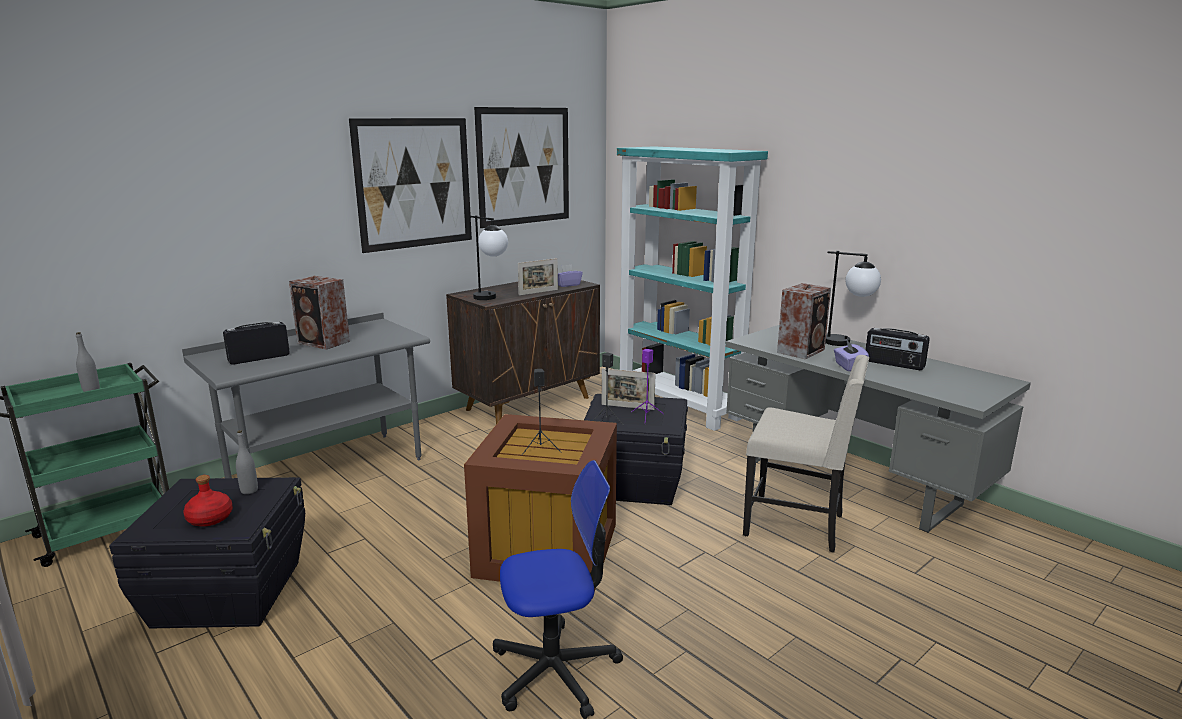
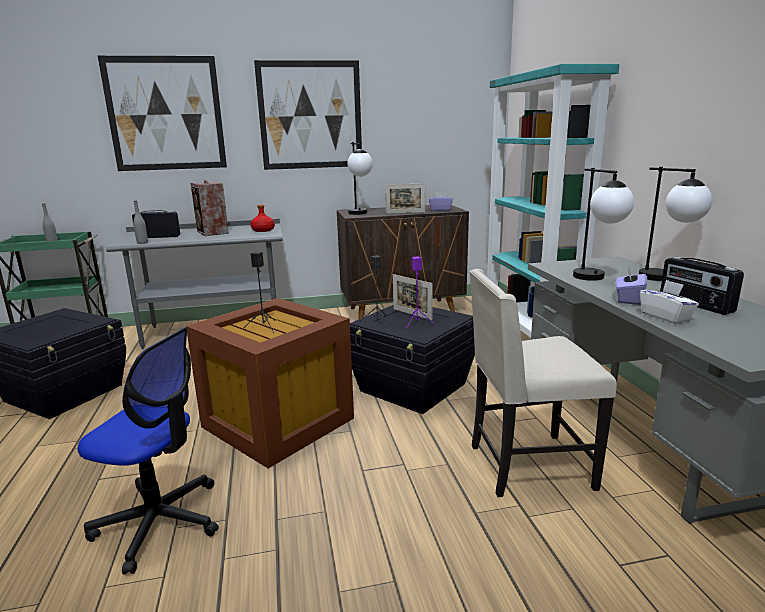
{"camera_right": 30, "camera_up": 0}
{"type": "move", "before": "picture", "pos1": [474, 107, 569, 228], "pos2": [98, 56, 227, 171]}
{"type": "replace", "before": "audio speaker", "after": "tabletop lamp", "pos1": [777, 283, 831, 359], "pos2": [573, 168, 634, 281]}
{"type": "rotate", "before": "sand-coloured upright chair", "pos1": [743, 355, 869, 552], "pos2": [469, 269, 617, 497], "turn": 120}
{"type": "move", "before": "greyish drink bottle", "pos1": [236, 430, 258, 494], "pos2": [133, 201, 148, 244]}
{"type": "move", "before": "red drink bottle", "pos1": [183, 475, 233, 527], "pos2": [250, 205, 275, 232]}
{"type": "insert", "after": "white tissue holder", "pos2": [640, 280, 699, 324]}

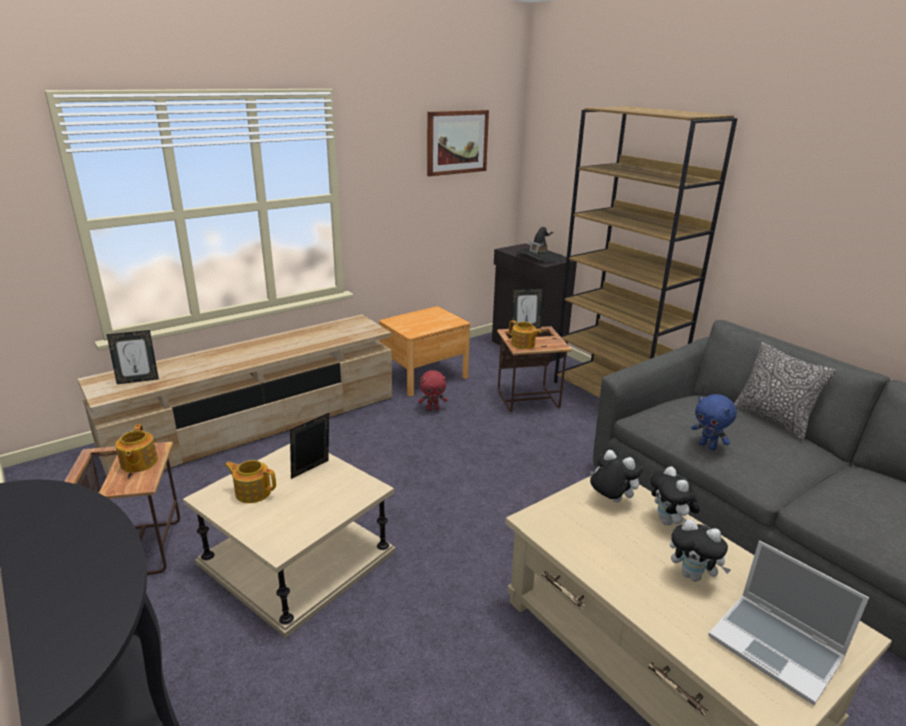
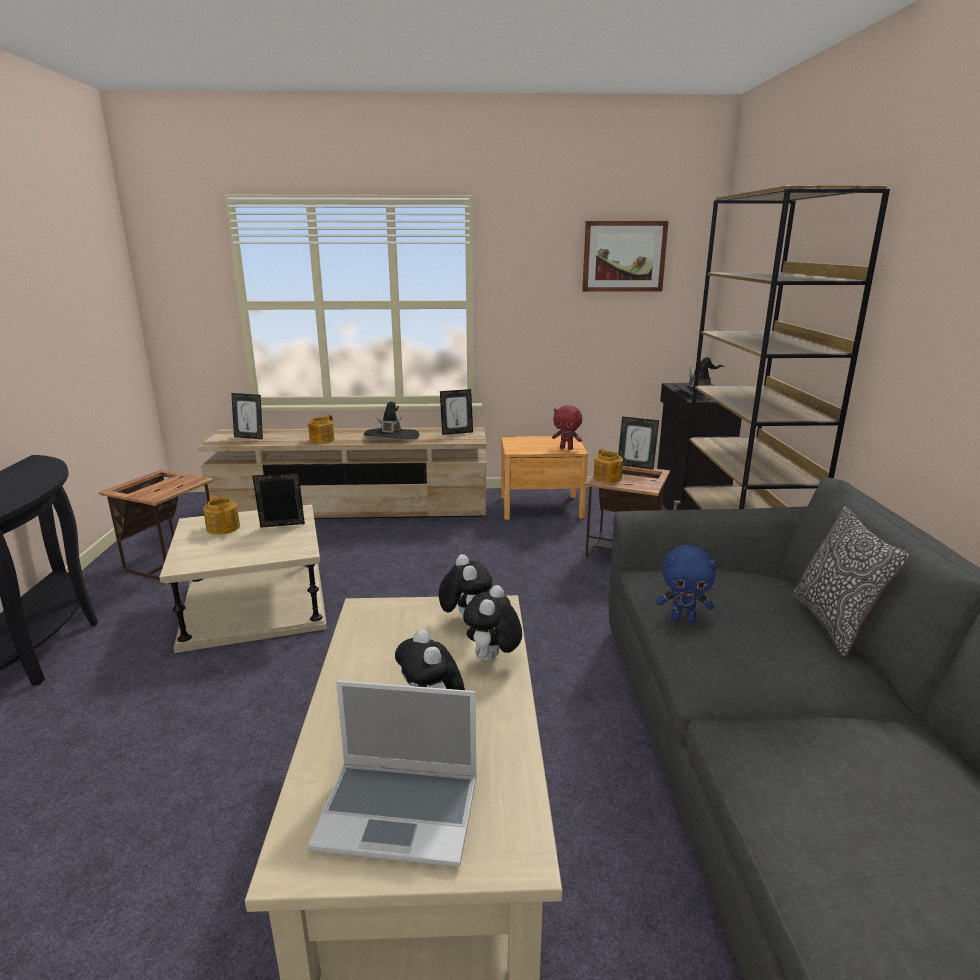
{"camera_right": 35, "camera_up": -5}
{"type": "move", "before": "red plush toy", "pos1": [418, 370, 447, 411], "pos2": [552, 405, 582, 450]}
{"type": "rotate", "before": "bluish plush toy", "pos1": [691, 394, 737, 450], "pos2": [656, 545, 717, 623], "turn": -75}
{"type": "move", "before": "pot for tea", "pos1": [115, 424, 158, 472], "pos2": [308, 415, 335, 444]}
{"type": "rotate", "before": "notebook computer", "pos1": [708, 541, 869, 705], "pos2": [308, 680, 477, 867], "turn": -75}
{"type": "insert", "after": "picture frame", "pos2": [440, 389, 473, 435]}
{"type": "insert", "after": "blackish wearable hat", "pos2": [363, 401, 419, 440]}

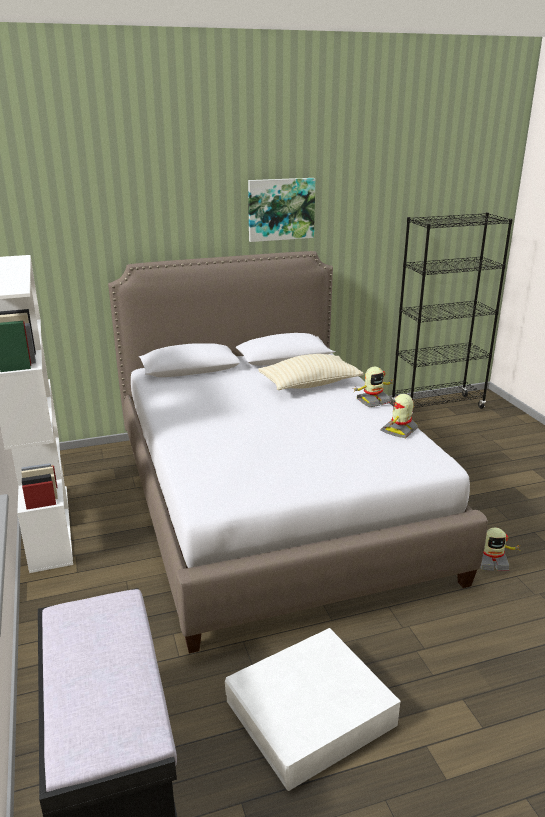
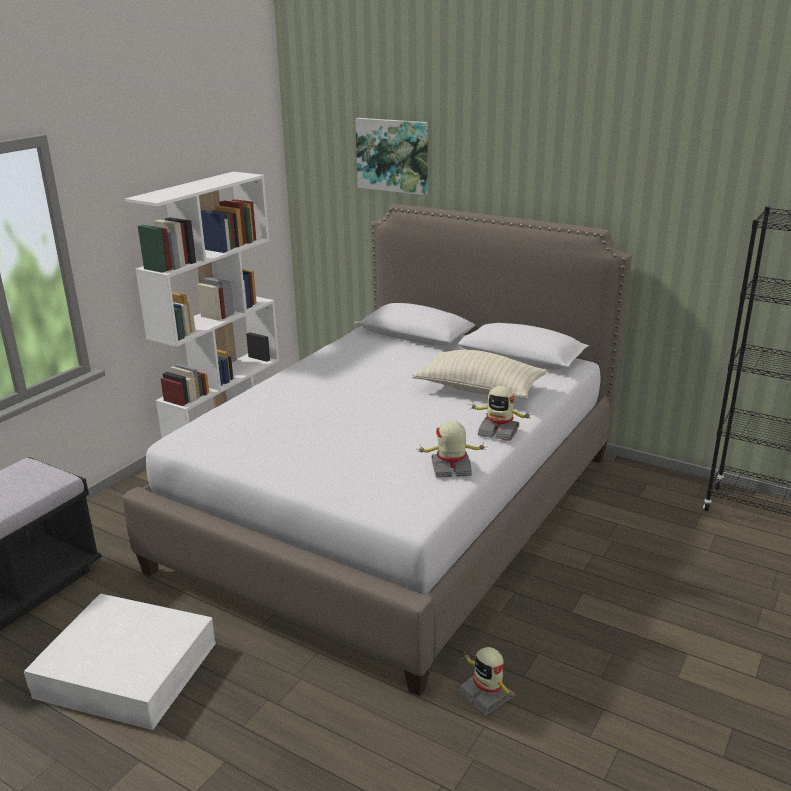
{"camera_right": 50, "camera_up": 0}
{"type": "move", "before": "picture", "pos1": [248, 178, 316, 242], "pos2": [355, 118, 428, 195]}

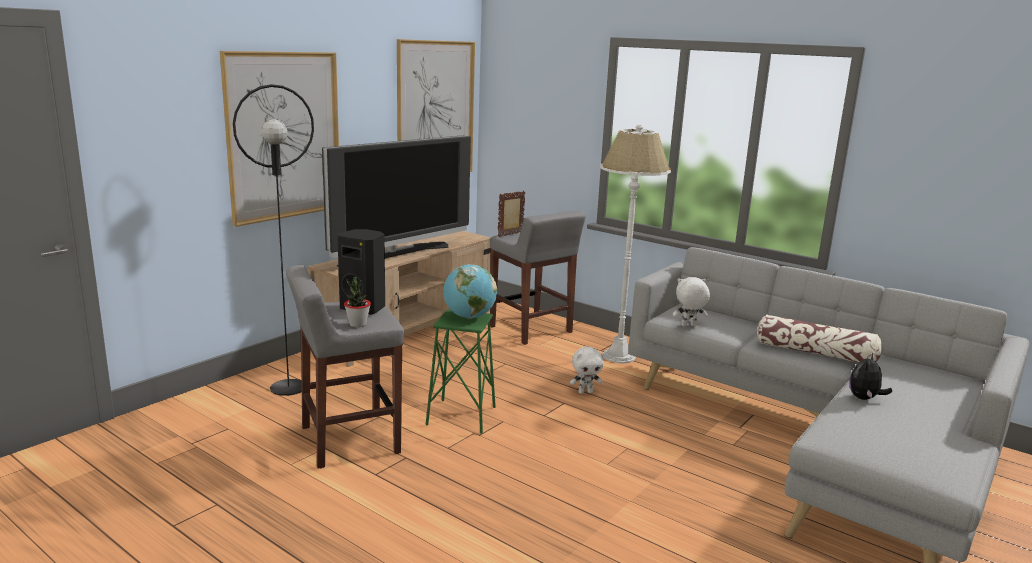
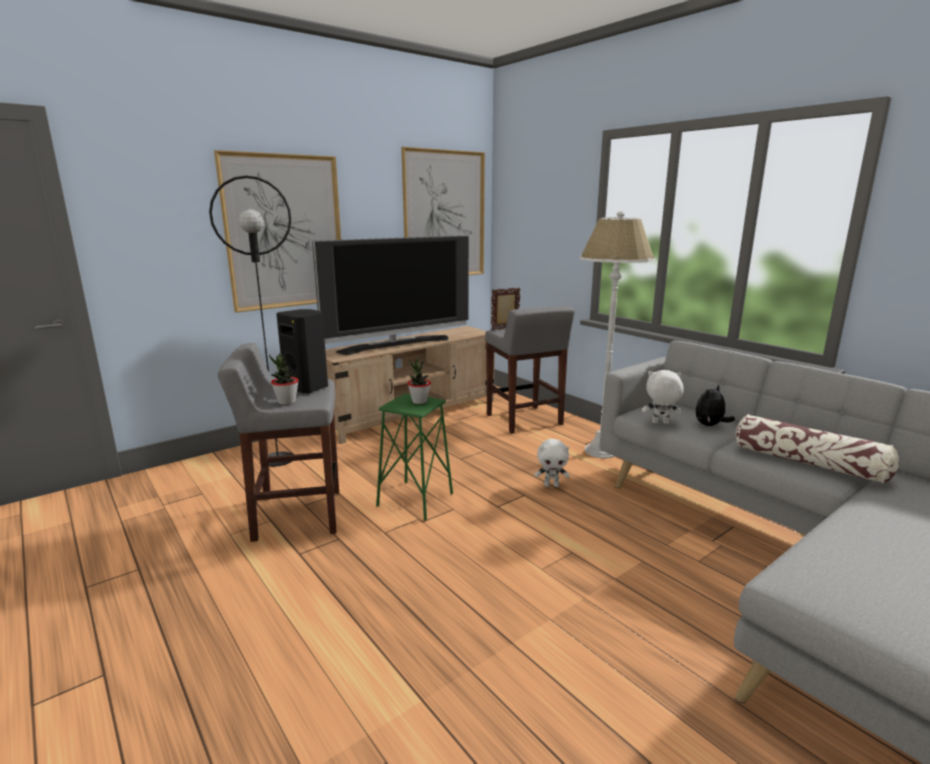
{"camera_right": 15, "camera_up": 0}
{"type": "replace", "before": "desk globe", "after": "plant in a pot", "pos1": [443, 264, 497, 319], "pos2": [408, 359, 431, 404]}
{"type": "move", "before": "plush toy", "pos1": [849, 353, 892, 400], "pos2": [696, 384, 735, 426]}

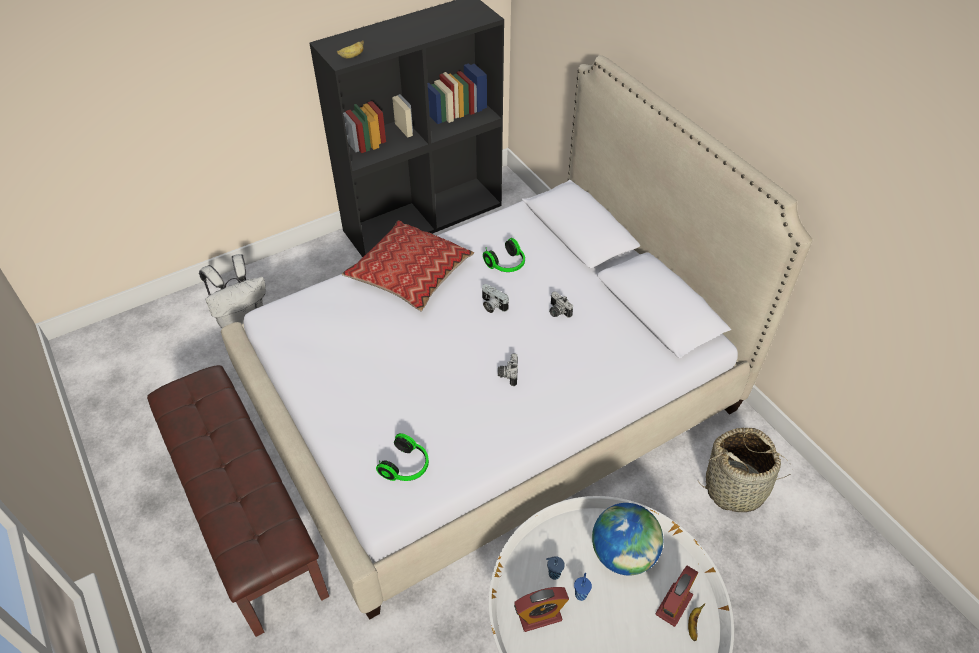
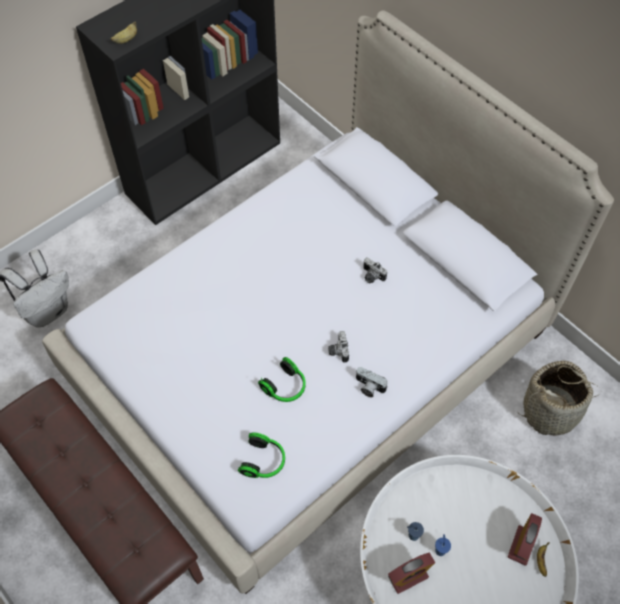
{"camera_right": -10, "camera_up": 10}
{"type": "delete", "before": "throw pillow", "pos1": [342, 220, 474, 312]}
{"type": "move", "before": "pair of headphones", "pos1": [483, 238, 525, 272], "pos2": [258, 357, 306, 402]}
{"type": "move", "before": "still camera", "pos1": [482, 284, 509, 313], "pos2": [356, 367, 388, 397]}
{"type": "delete", "before": "desk globe", "pos1": [592, 503, 663, 575]}

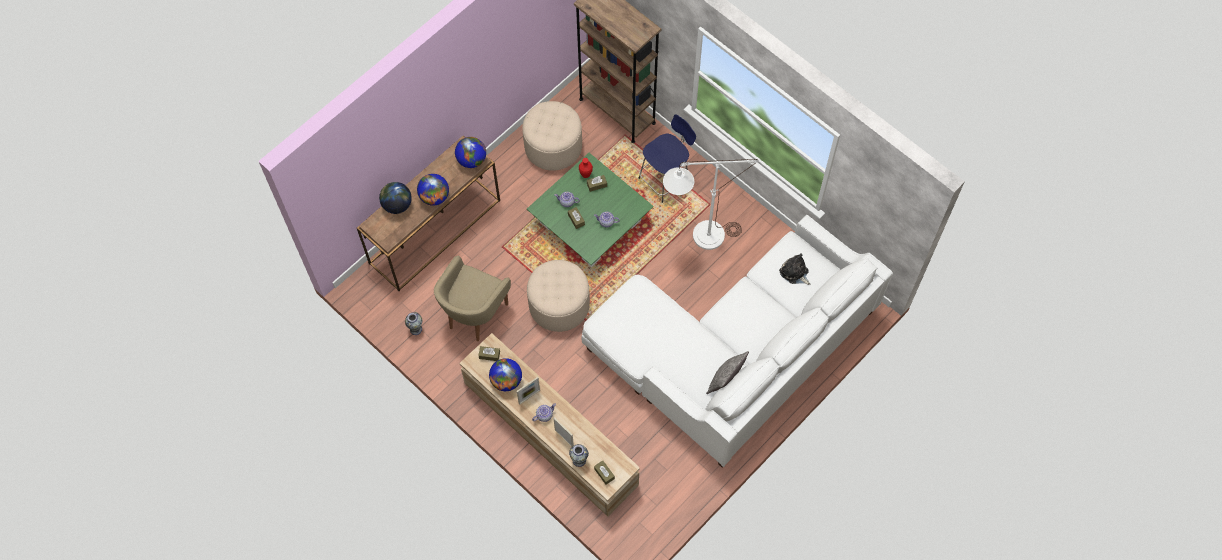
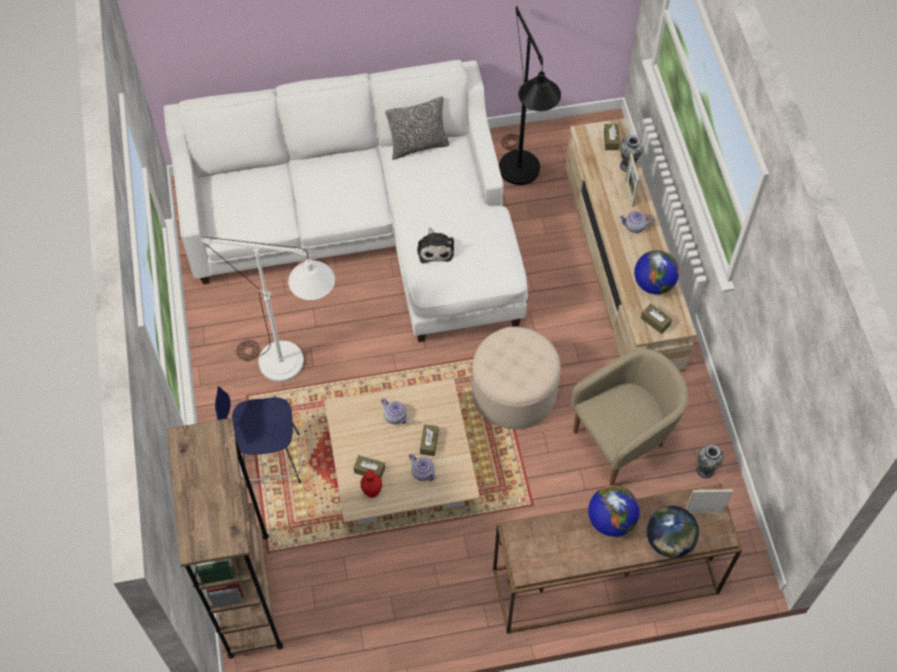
{"camera_right": -145, "camera_up": -5}
{"type": "delete", "before": "sand-coloured ottoman", "pos1": [522, 101, 582, 171]}
{"type": "delete", "before": "desk globe", "pos1": [455, 137, 486, 168]}
{"type": "recolor", "before": "green coffee table", "after": "sand-coloured coffee table", "pos1": [527, 153, 654, 267], "pos2": [324, 379, 480, 525]}
{"type": "move", "before": "plush toy", "pos1": [779, 253, 810, 285], "pos2": [417, 228, 454, 263]}
{"type": "move", "before": "picture frame", "pos1": [517, 377, 540, 405], "pos2": [686, 489, 733, 513]}
{"type": "insert", "after": "blackish floor lamp", "pos2": [499, 6, 561, 185]}

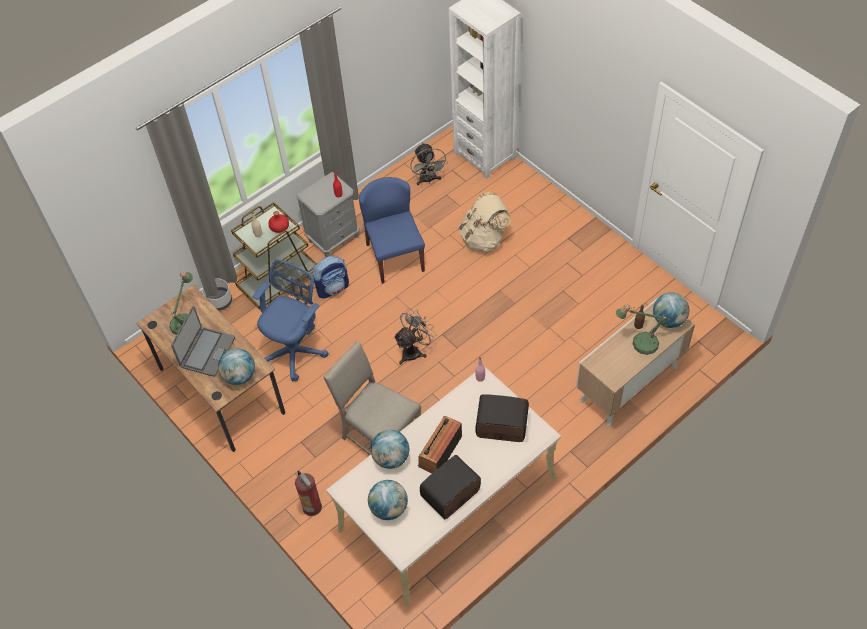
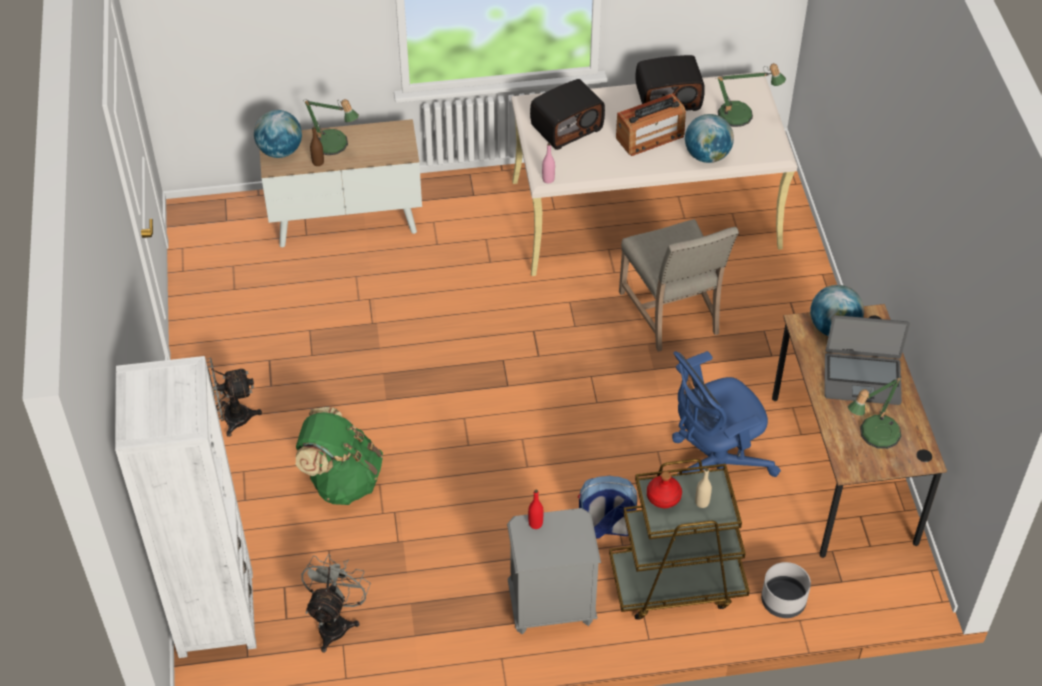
{"camera_right": -150, "camera_up": -5}
{"type": "delete", "before": "bluish upright chair", "pos1": [359, 177, 425, 284]}
{"type": "recolor", "before": "sand-coloured backpack", "after": "green backpack", "pos1": [458, 192, 511, 252], "pos2": [296, 407, 383, 505]}
{"type": "rotate", "before": "notebook computer", "pos1": [171, 306, 235, 377], "pos2": [824, 315, 910, 405], "turn": -135}
{"type": "move", "before": "greyish cooling fan", "pos1": [393, 308, 436, 365], "pos2": [206, 357, 262, 437]}
{"type": "rotate", "before": "radio set", "pos1": [475, 394, 529, 442], "pos2": [530, 79, 605, 150], "turn": -75}
{"type": "delete", "before": "fire extinguisher", "pos1": [295, 471, 322, 516]}
{"type": "replace", "before": "desk globe", "after": "tabletop lamp", "pos1": [368, 480, 408, 520], "pos2": [715, 63, 786, 127]}

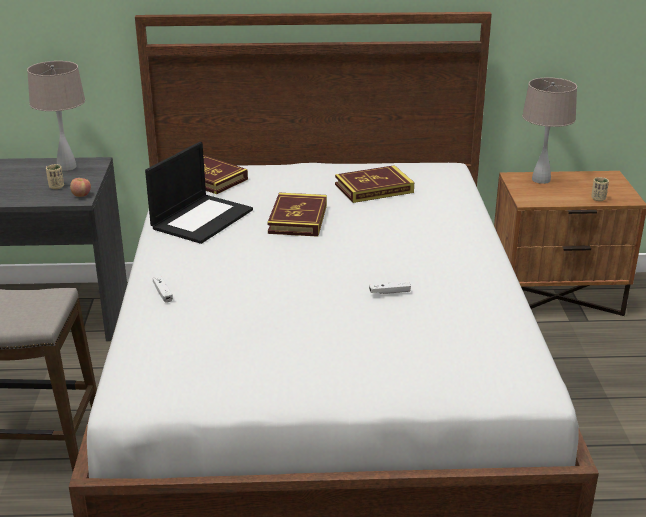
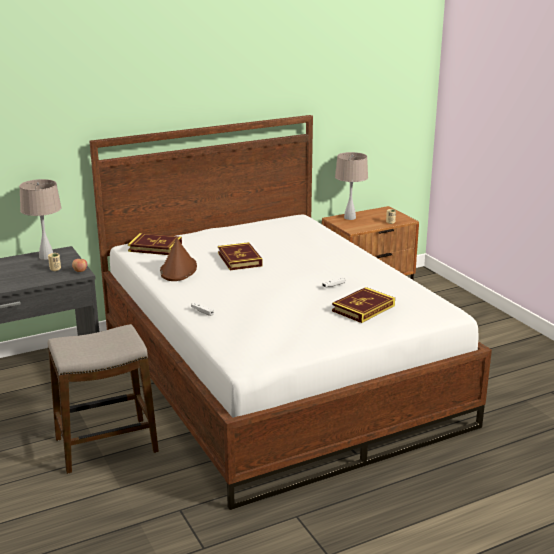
{"camera_right": -25, "camera_up": -5}
{"type": "replace", "before": "notebook computer", "after": "brownish wearable hat", "pos1": [145, 142, 253, 244], "pos2": [160, 238, 197, 281]}
{"type": "move", "before": "bound book", "pos1": [335, 165, 414, 203], "pos2": [332, 287, 395, 323]}

